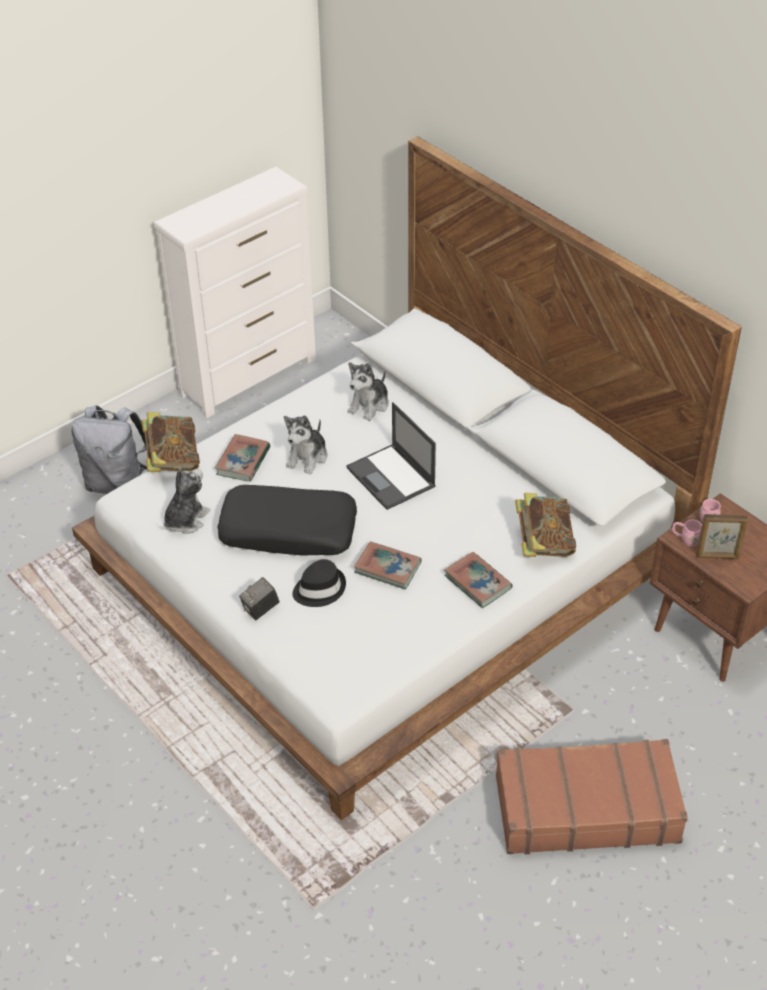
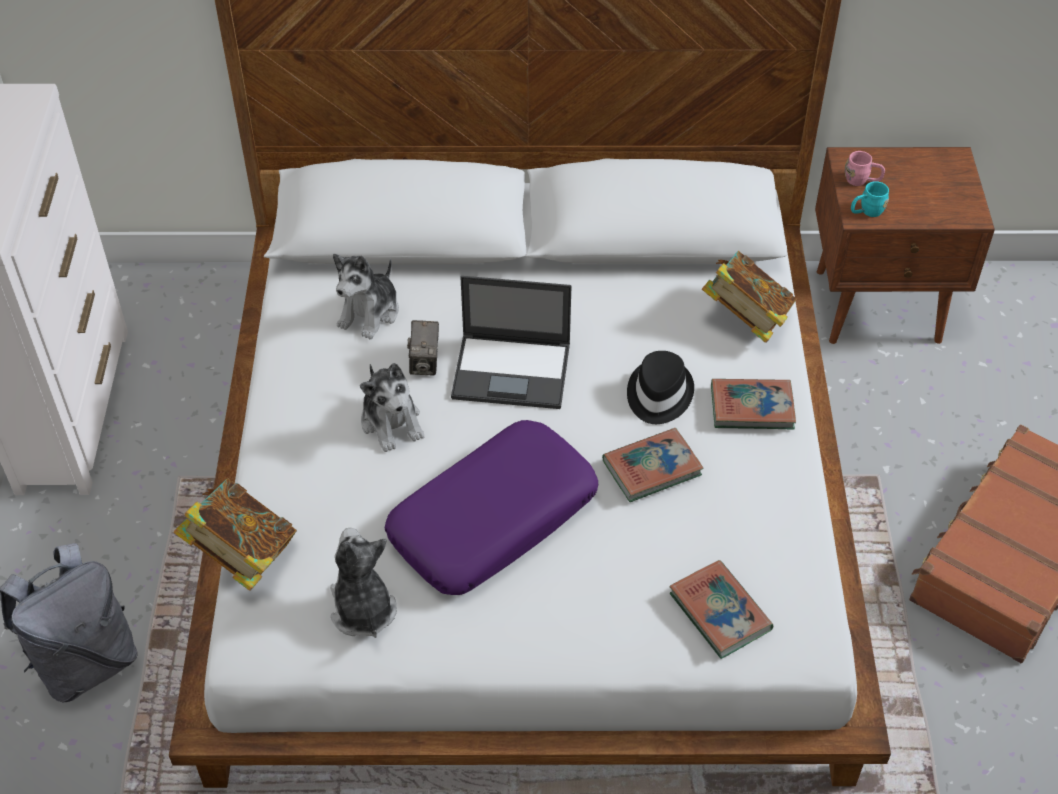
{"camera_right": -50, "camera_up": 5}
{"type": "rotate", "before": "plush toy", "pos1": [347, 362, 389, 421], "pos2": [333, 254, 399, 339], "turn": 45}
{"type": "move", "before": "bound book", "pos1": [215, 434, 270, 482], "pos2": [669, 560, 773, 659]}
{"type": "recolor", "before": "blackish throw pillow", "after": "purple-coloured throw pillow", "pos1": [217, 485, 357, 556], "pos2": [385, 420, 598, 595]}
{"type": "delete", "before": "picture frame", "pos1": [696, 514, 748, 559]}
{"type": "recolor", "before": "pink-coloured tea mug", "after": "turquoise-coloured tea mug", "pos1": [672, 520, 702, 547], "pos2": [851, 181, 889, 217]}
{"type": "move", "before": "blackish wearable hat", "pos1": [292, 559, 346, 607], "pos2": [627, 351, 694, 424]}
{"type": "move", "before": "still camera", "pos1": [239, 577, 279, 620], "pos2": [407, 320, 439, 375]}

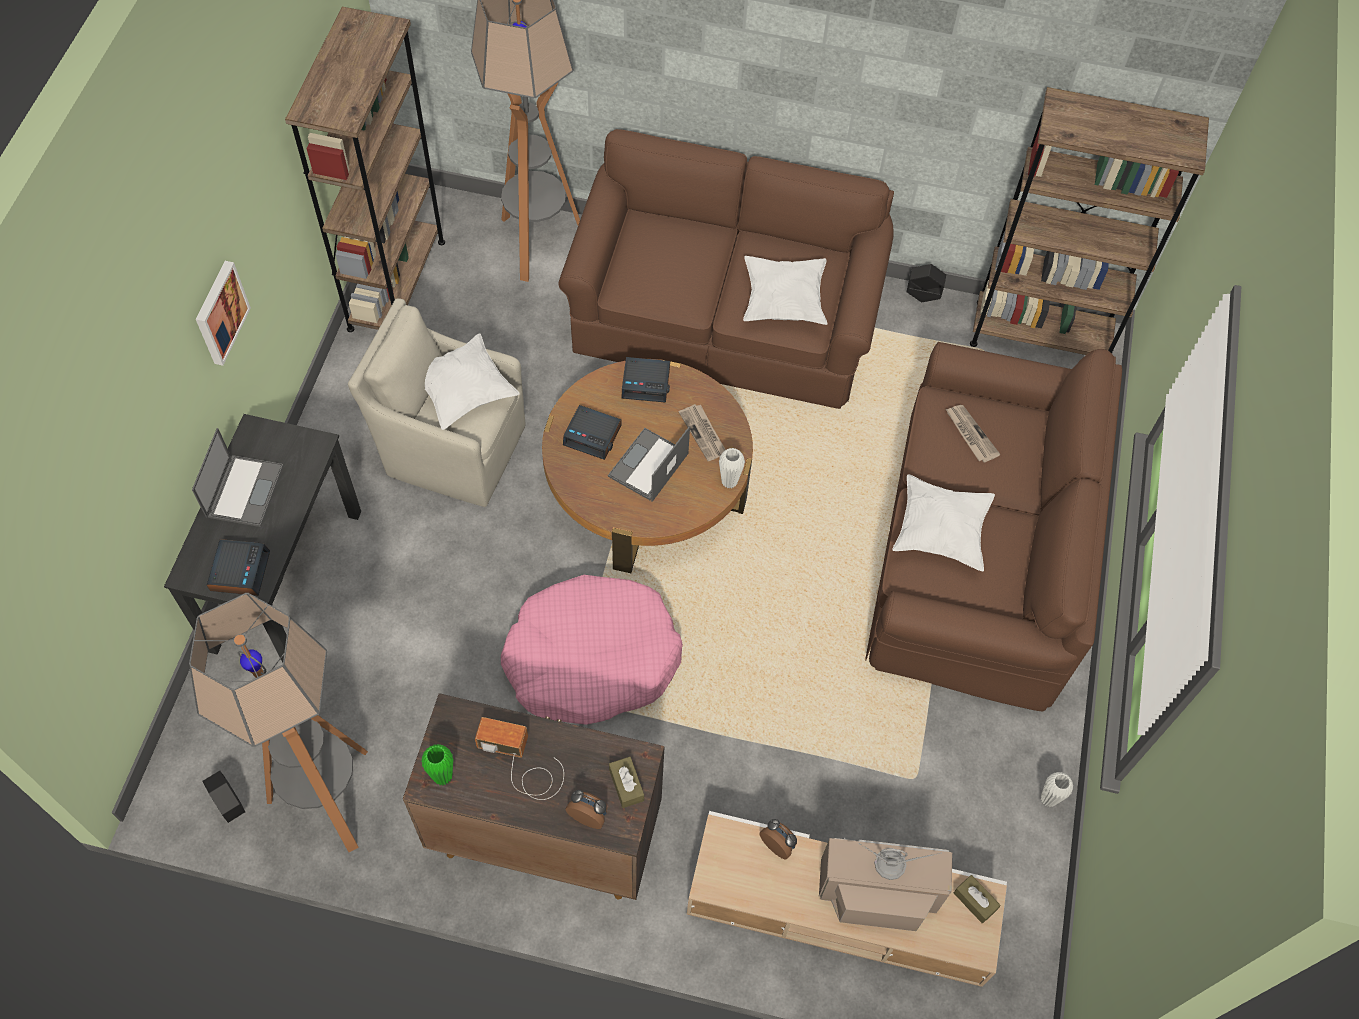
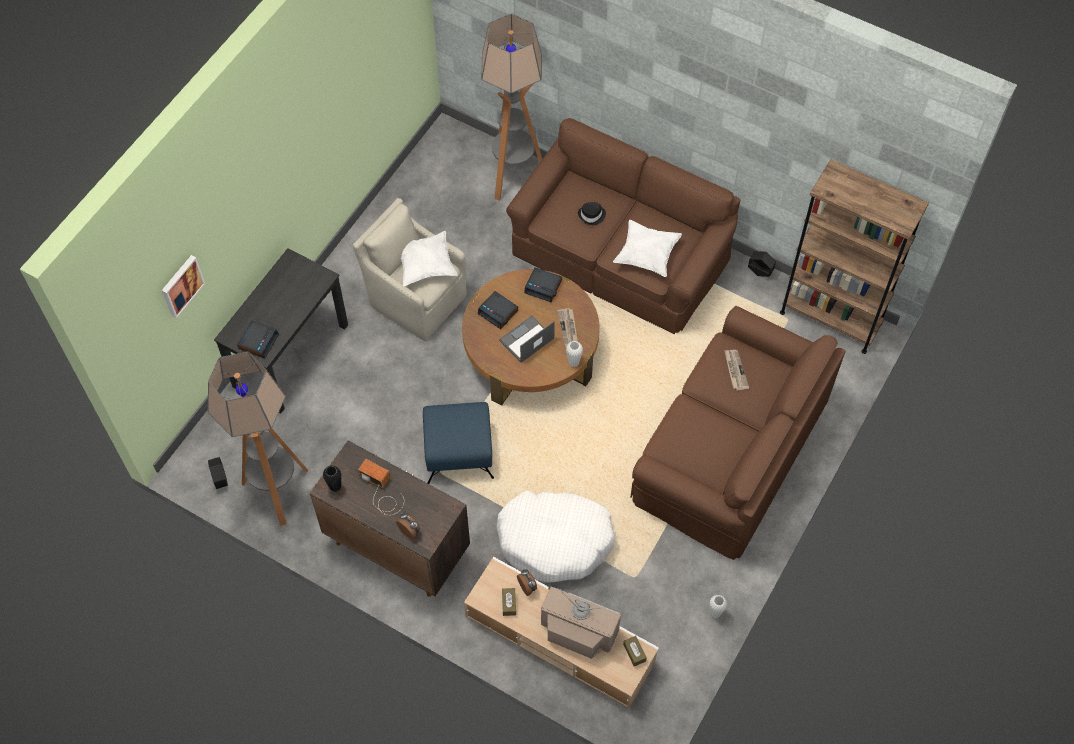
{"camera_right": 20, "camera_up": 0}
{"type": "delete", "before": "brownish shelving unit", "pos1": [285, 7, 445, 332]}
{"type": "move", "before": "picture", "pos1": [196, 261, 251, 366], "pos2": [162, 255, 205, 319]}
{"type": "delete", "before": "notebook computer", "pos1": [192, 428, 284, 527]}
{"type": "delete", "before": "white throw pillow", "pos1": [892, 474, 995, 571]}
{"type": "replace", "before": "pink-coloured pet bed", "after": "bluish ottoman", "pos1": [501, 575, 683, 725], "pos2": [423, 402, 494, 484]}
{"type": "recolor", "before": "green decorative vase", "after": "blackish decorative vase", "pos1": [421, 744, 453, 785], "pos2": [323, 465, 342, 492]}
{"type": "move", "before": "brownish tissue holder", "pos1": [609, 757, 644, 808], "pos2": [502, 588, 516, 616]}
{"type": "insert", "after": "blackish wearable hat", "pos2": [578, 202, 606, 225]}
{"type": "insert", "after": "white pet bed", "pos2": [497, 491, 616, 583]}

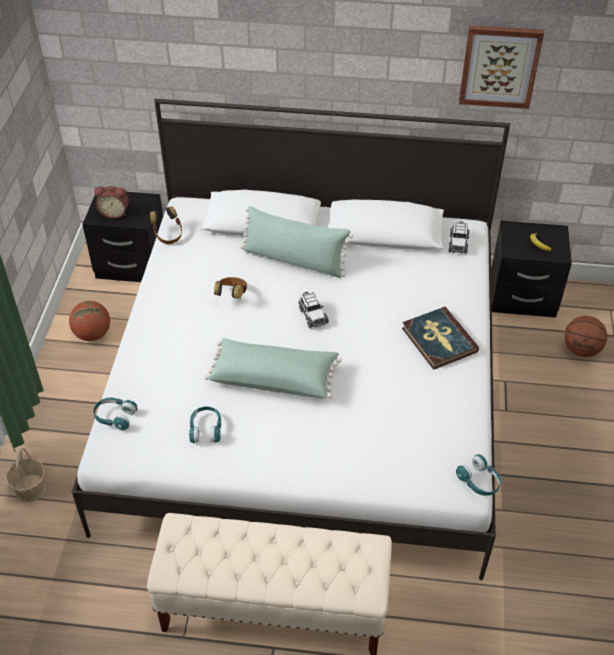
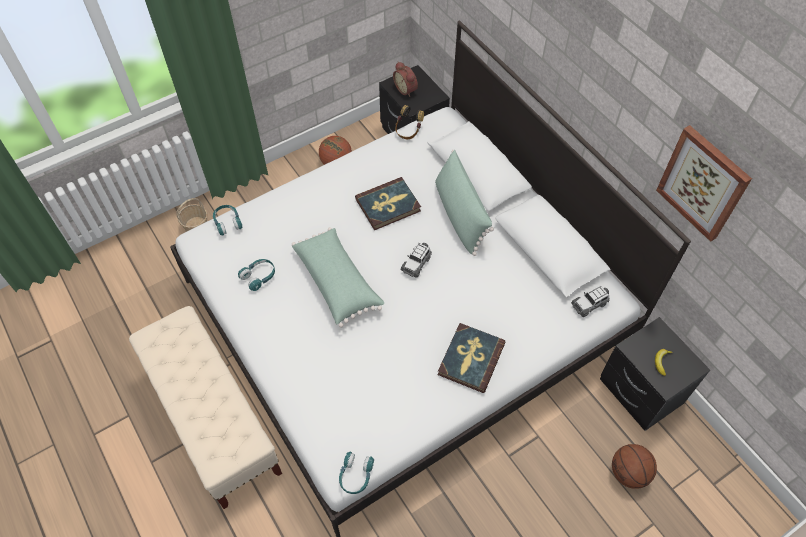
{"camera_right": 50, "camera_up": 10}
{"type": "replace", "before": "pair of headphones", "after": "bound book", "pos1": [214, 277, 247, 299], "pos2": [355, 177, 421, 230]}

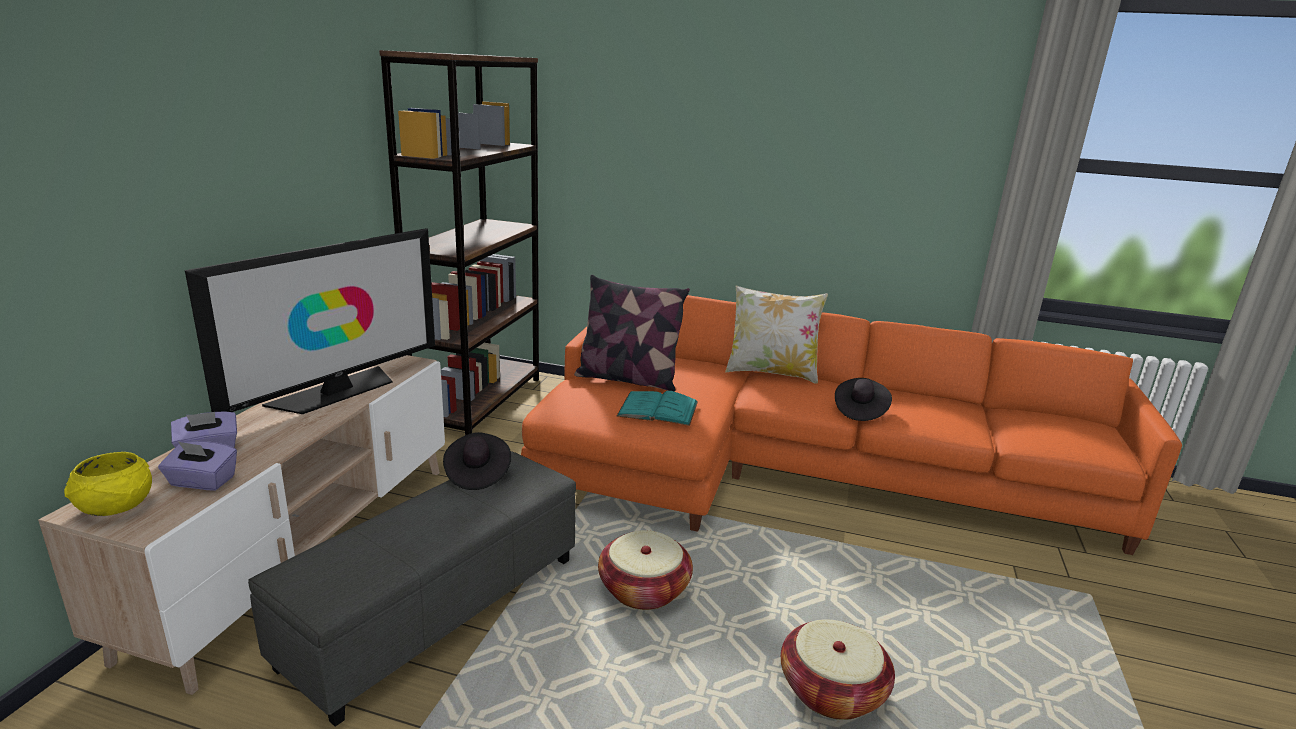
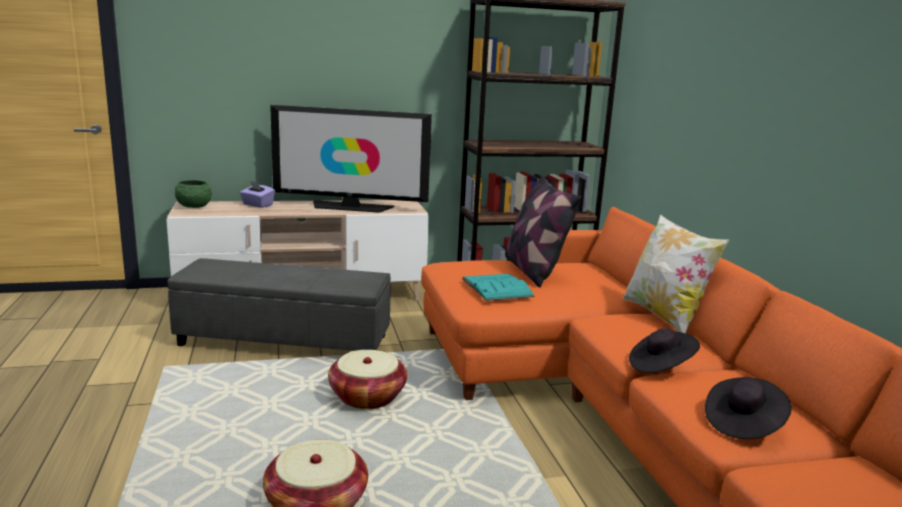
{"camera_right": 60, "camera_up": -5}
{"type": "move", "before": "blackish wearable hat", "pos1": [443, 432, 511, 490], "pos2": [705, 377, 792, 439]}
{"type": "delete", "before": "purple-coloured tissue holder", "pos1": [158, 441, 237, 490]}
{"type": "recolor", "before": "yellow deep dish", "after": "green deep dish", "pos1": [64, 452, 152, 516], "pos2": [175, 180, 212, 208]}

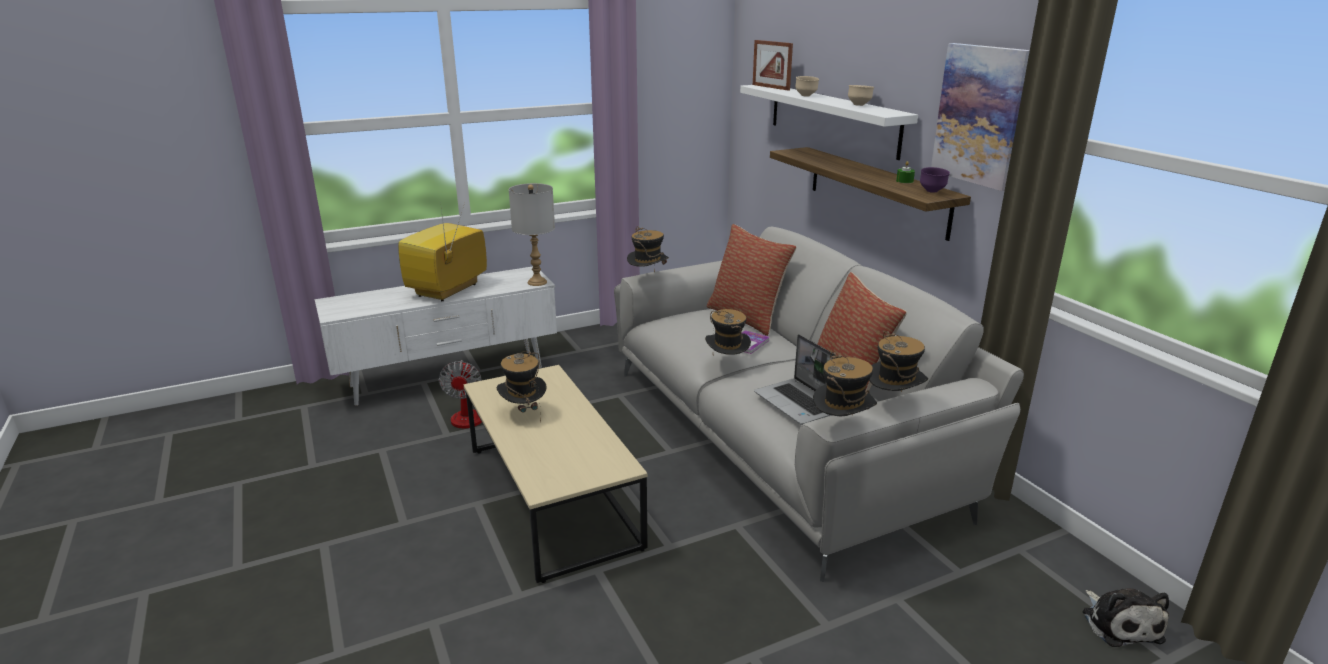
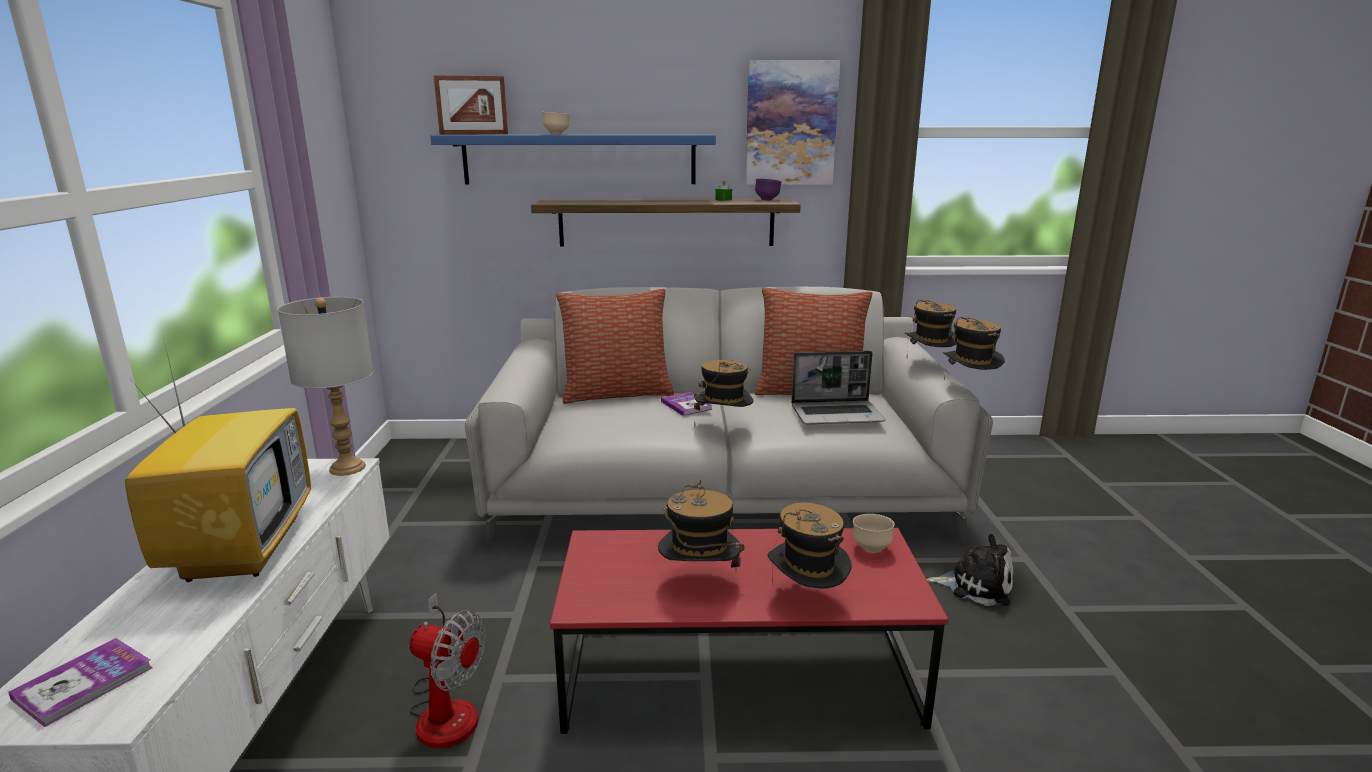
{"camera_right": -65, "camera_up": -5}
{"type": "recolor", "before": "white wall shelf", "after": "bluish wall shelf", "pos1": [740, 85, 918, 160], "pos2": [430, 134, 716, 185]}
{"type": "move", "before": "sand-coloured deep dish", "pos1": [848, 85, 874, 106], "pos2": [853, 514, 895, 553]}
{"type": "rotate", "before": "TV set", "pos1": [398, 201, 487, 301], "pos2": [125, 337, 311, 582], "turn": -150}
{"type": "move", "before": "wearable hat", "pos1": [627, 227, 669, 272], "pos2": [768, 503, 852, 589]}
{"type": "recolor", "before": "sand-coloured coffee table", "after": "red coffee table", "pos1": [464, 365, 648, 583], "pos2": [550, 528, 948, 734]}
{"type": "move", "before": "plush toy", "pos1": [1083, 588, 1169, 647], "pos2": [927, 534, 1013, 606]}
{"type": "insert", "after": "bound book", "pos2": [8, 638, 153, 727]}

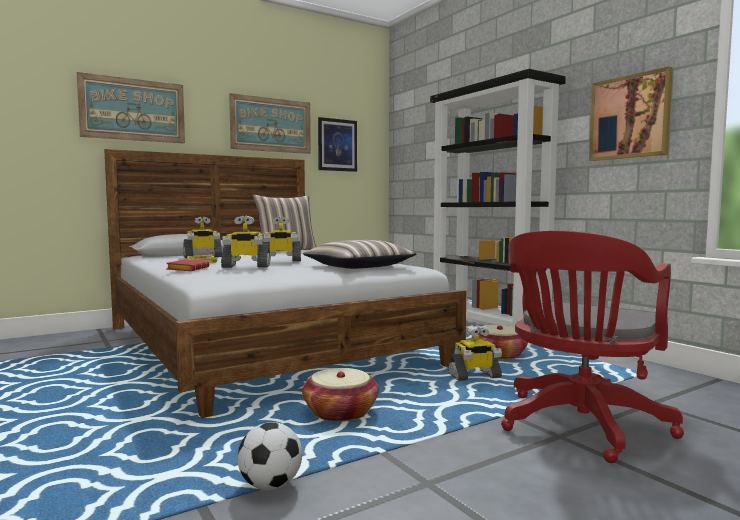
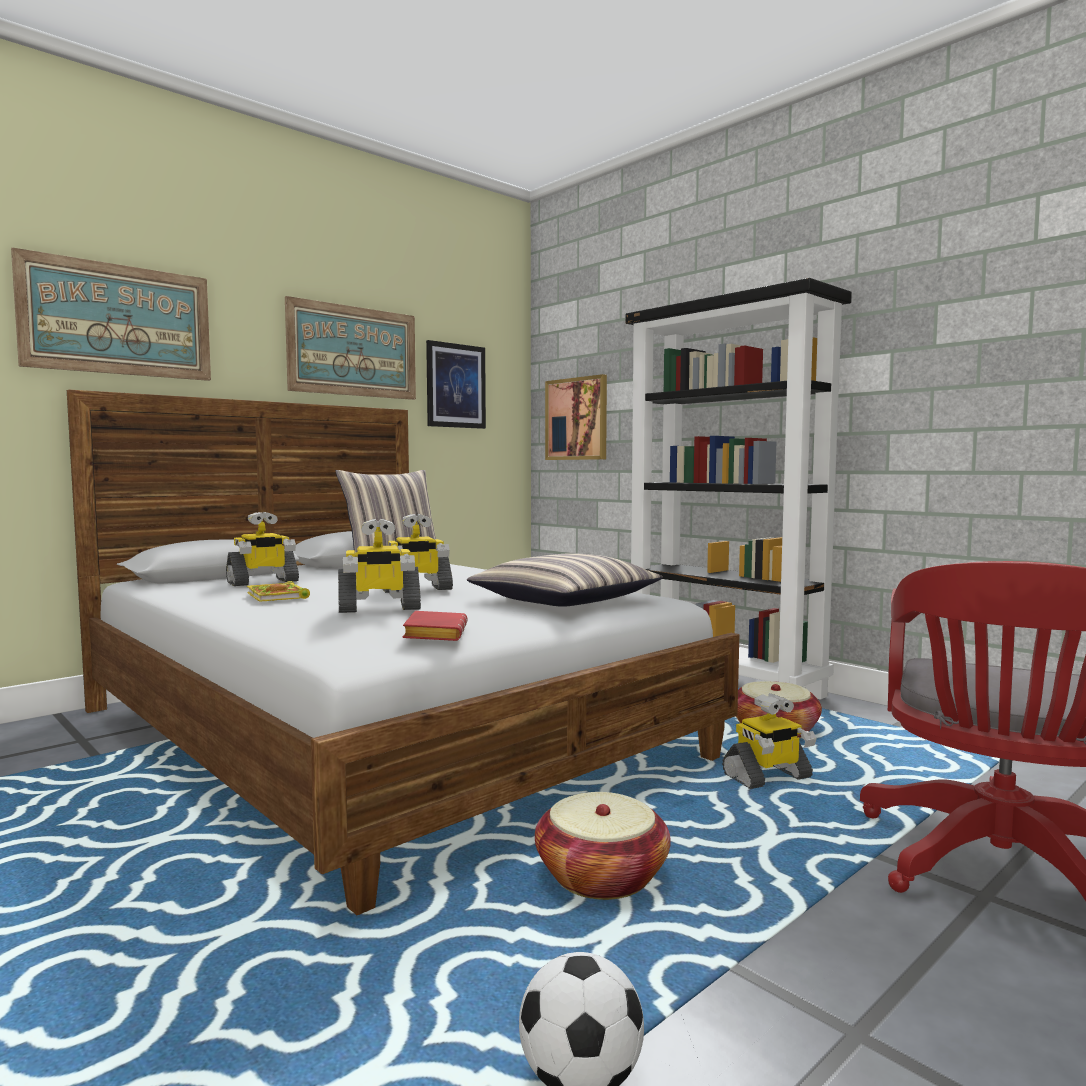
{"camera_right": -10, "camera_up": 0}
{"type": "move", "before": "picture", "pos1": [589, 66, 673, 161], "pos2": [545, 374, 607, 460]}
{"type": "move", "before": "red bound book", "pos1": [166, 259, 209, 271], "pos2": [402, 611, 467, 641]}

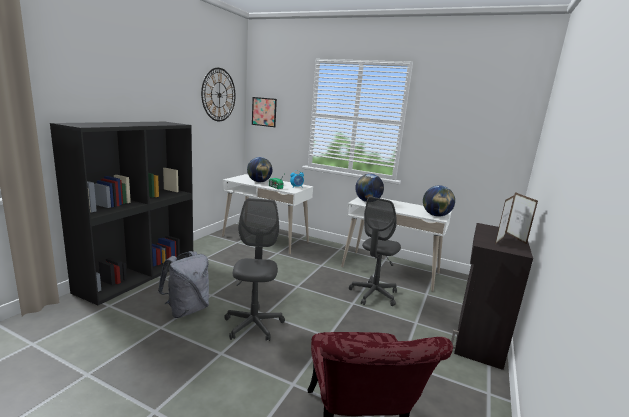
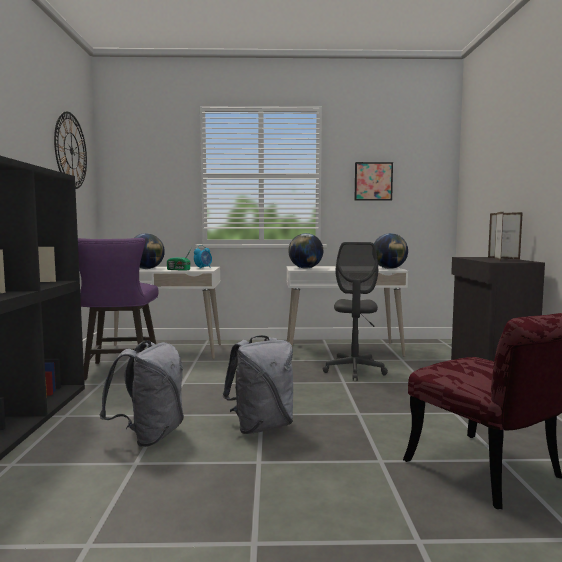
{"camera_right": -25, "camera_up": -10}
{"type": "move", "before": "picture", "pos1": [252, 97, 277, 127], "pos2": [355, 162, 393, 200]}
{"type": "replace", "before": "greyish computer chair", "after": "greyish backpack", "pos1": [224, 198, 285, 341], "pos2": [223, 335, 293, 434]}
{"type": "insert", "after": "purple-coloured stool seat", "pos2": [78, 238, 158, 380]}

